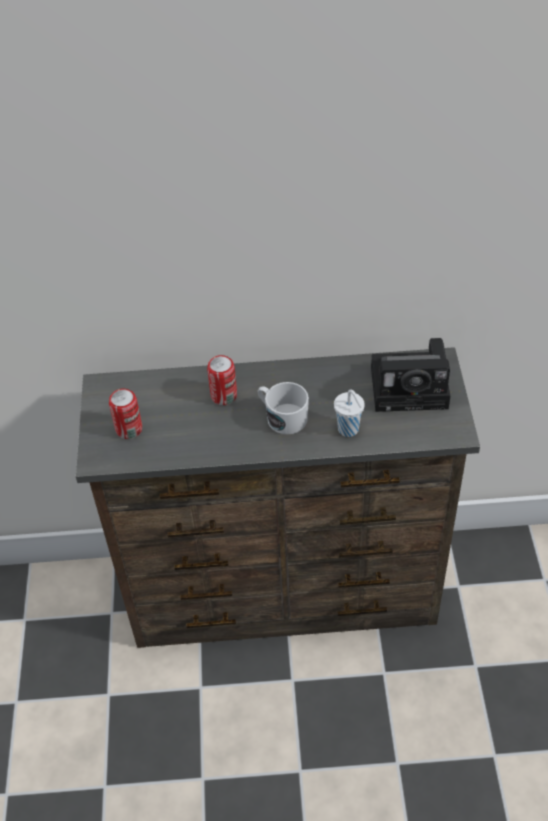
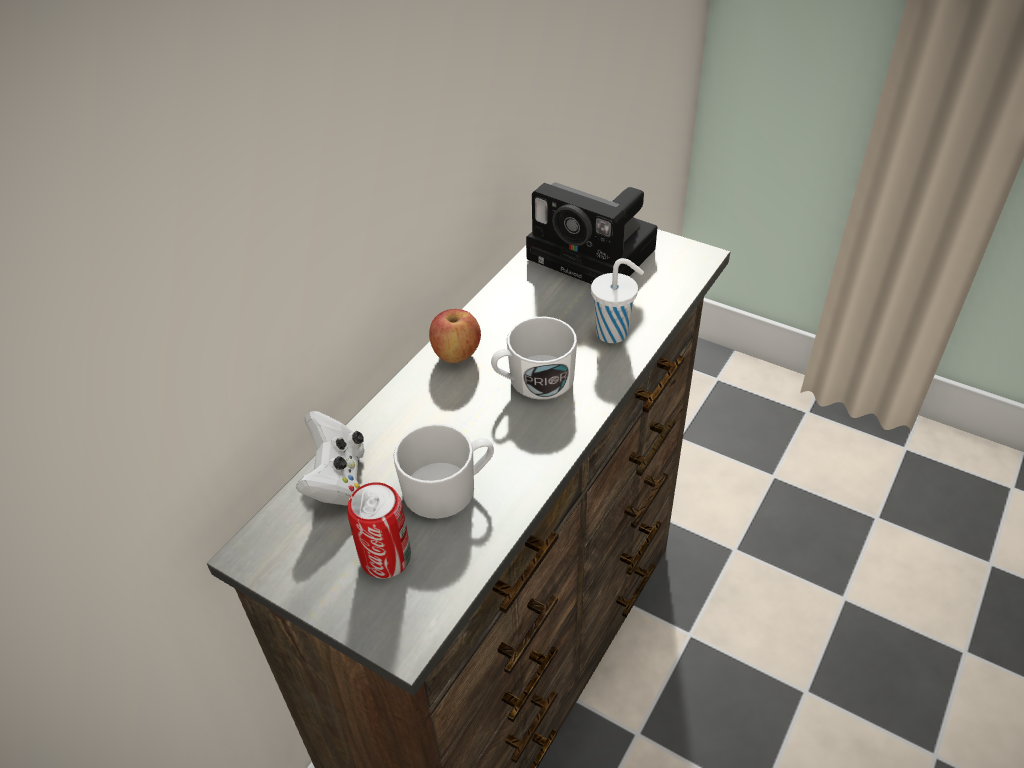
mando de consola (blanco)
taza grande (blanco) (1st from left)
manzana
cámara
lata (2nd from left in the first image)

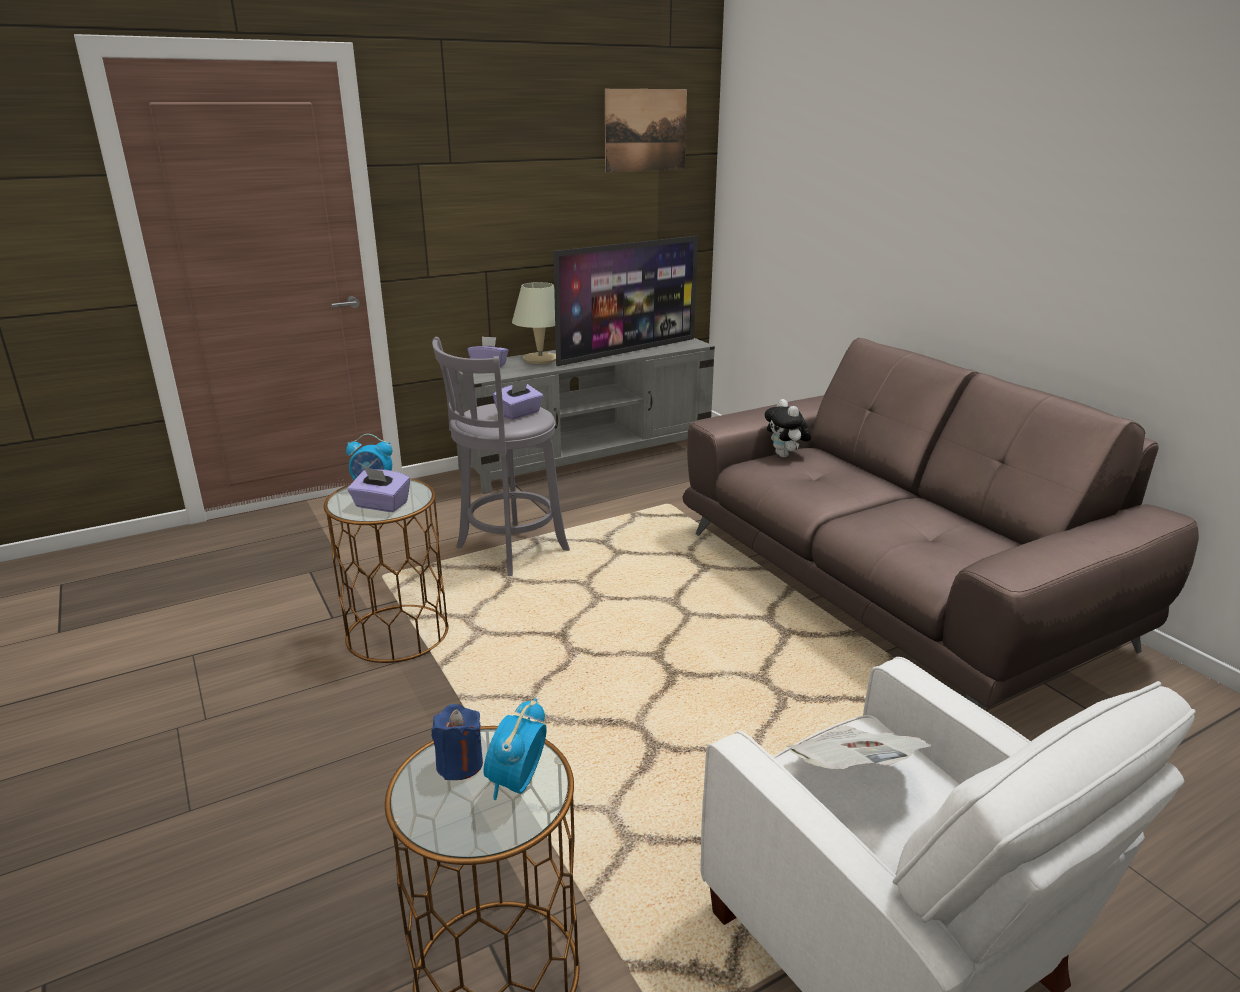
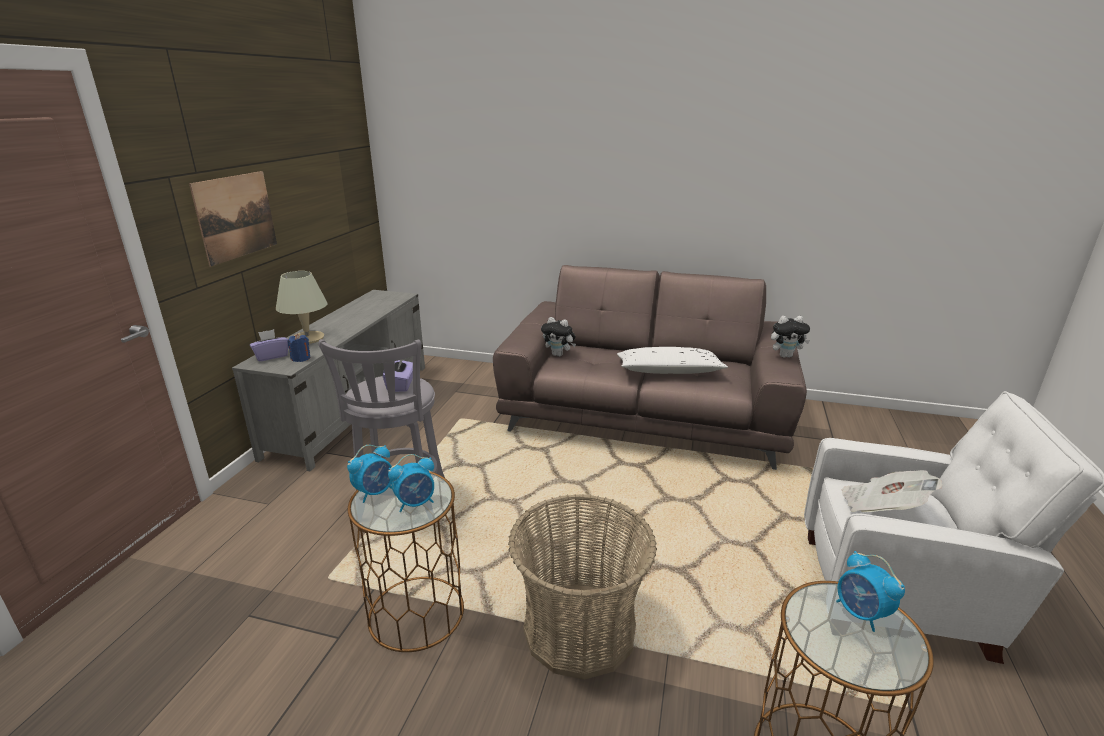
cuadro
vela (azul)
despertador (2nd from left)
cesta
cojín (blanco)
peluche (2nd from left)
televisor

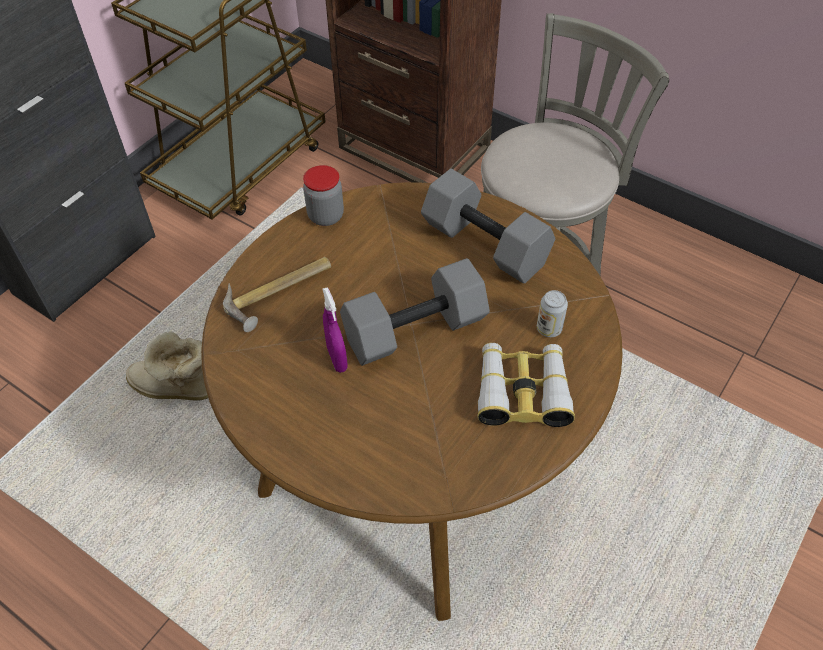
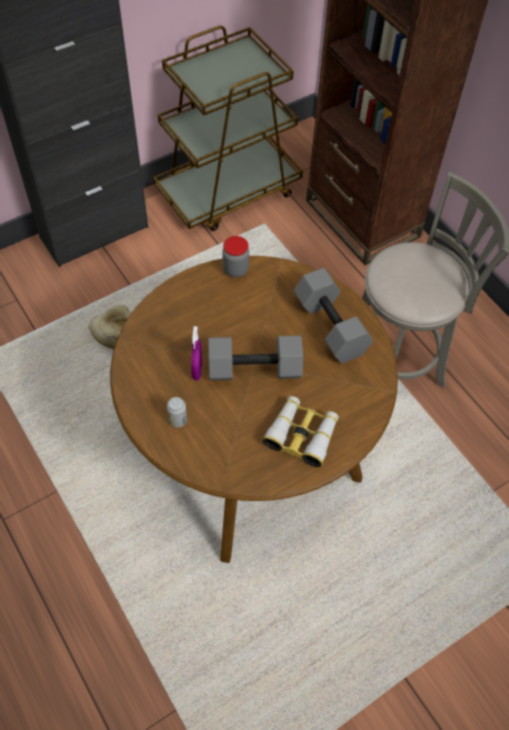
lata
martillo

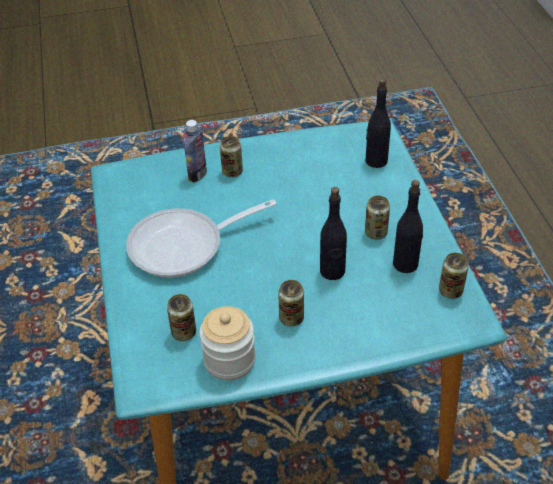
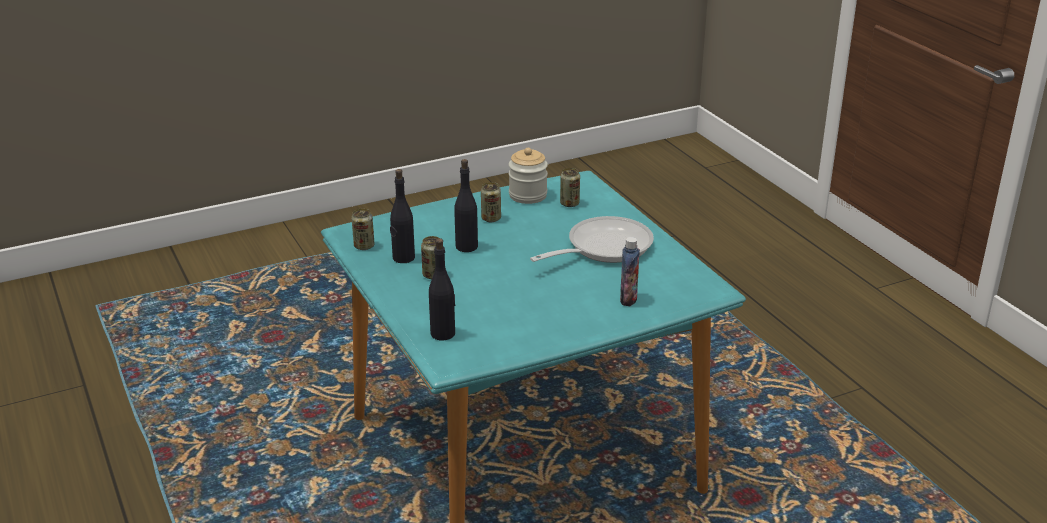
lata (2nd from left in the first image)

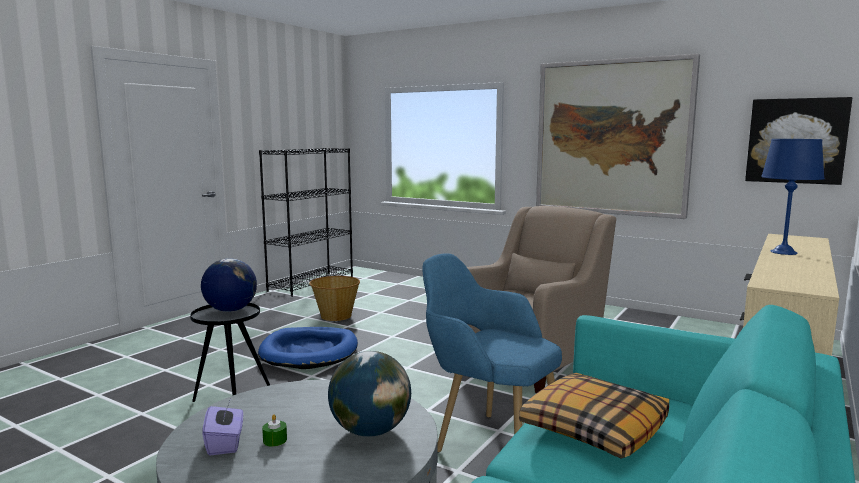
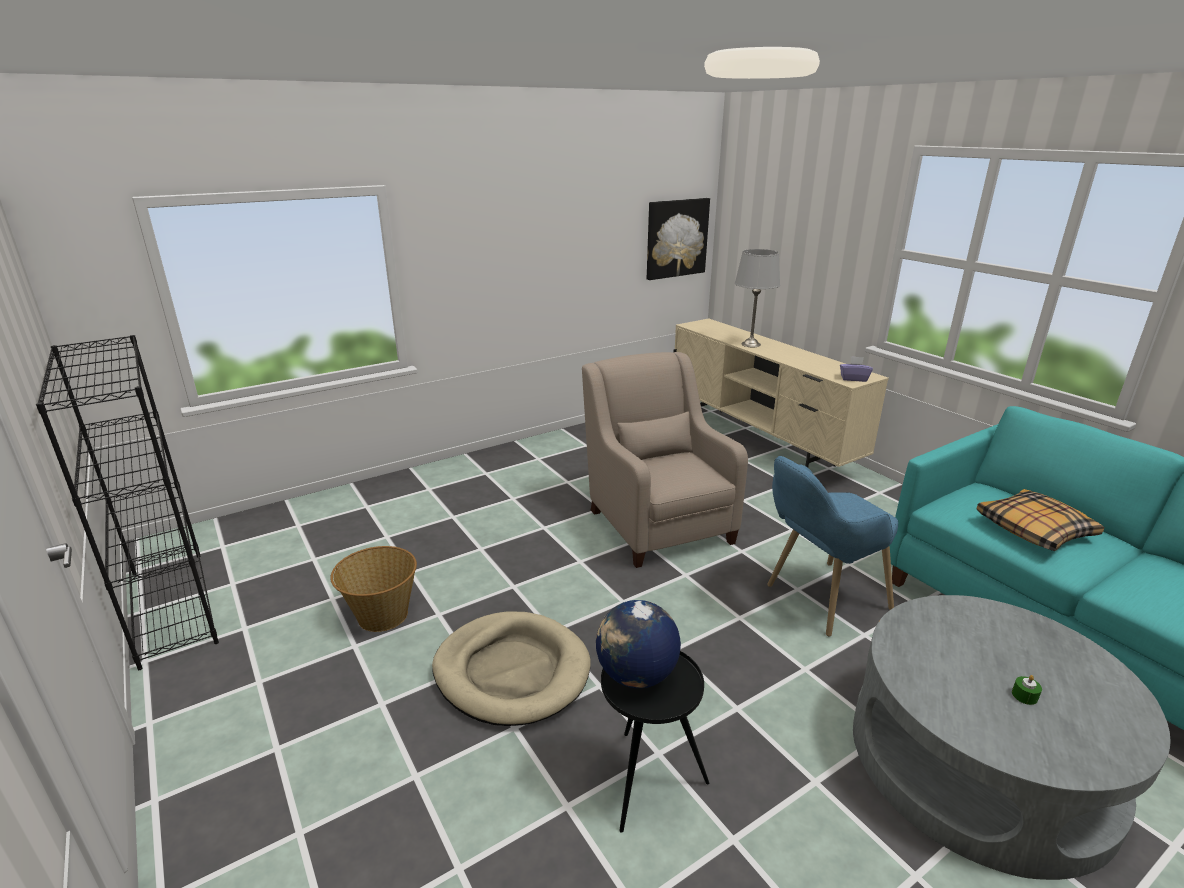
cama para perro (beis)
lámpara de mesa (gris)
caja de pañuelos (morado)
globo terráqueo (2nd from left in the first image)
cuadro (1st from left in the first image)

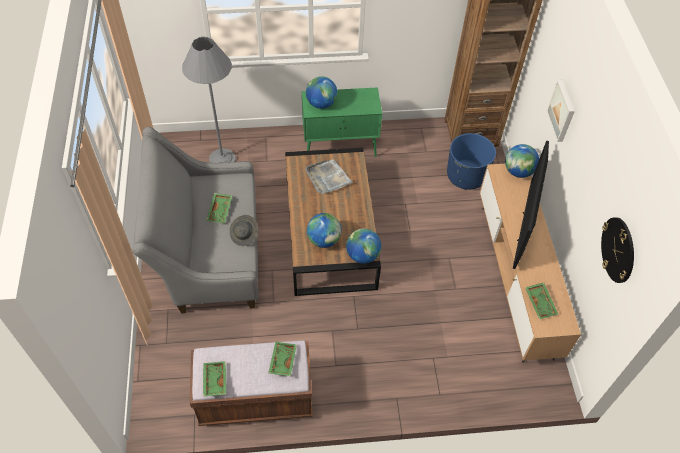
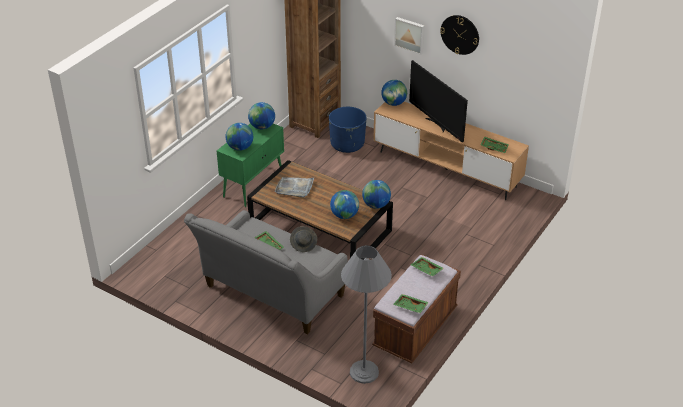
globo terráqueo (2nd from left)
lámpara de pie (gris)
reloj de pared

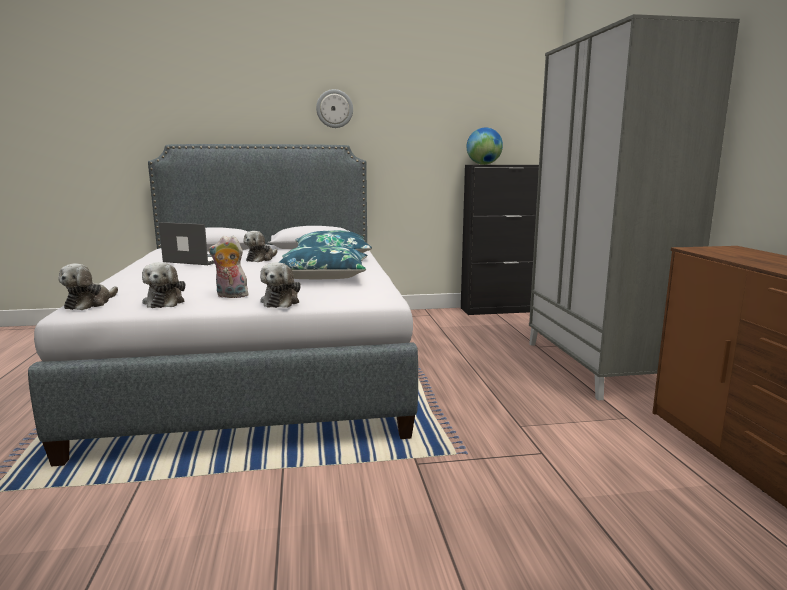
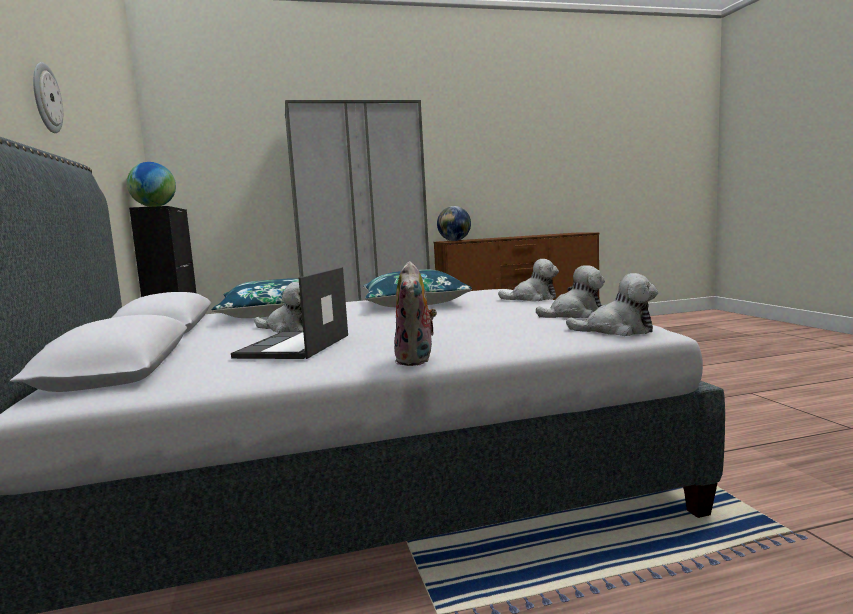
peluche (2nd from left)
globo terráqueo (2nd from left)

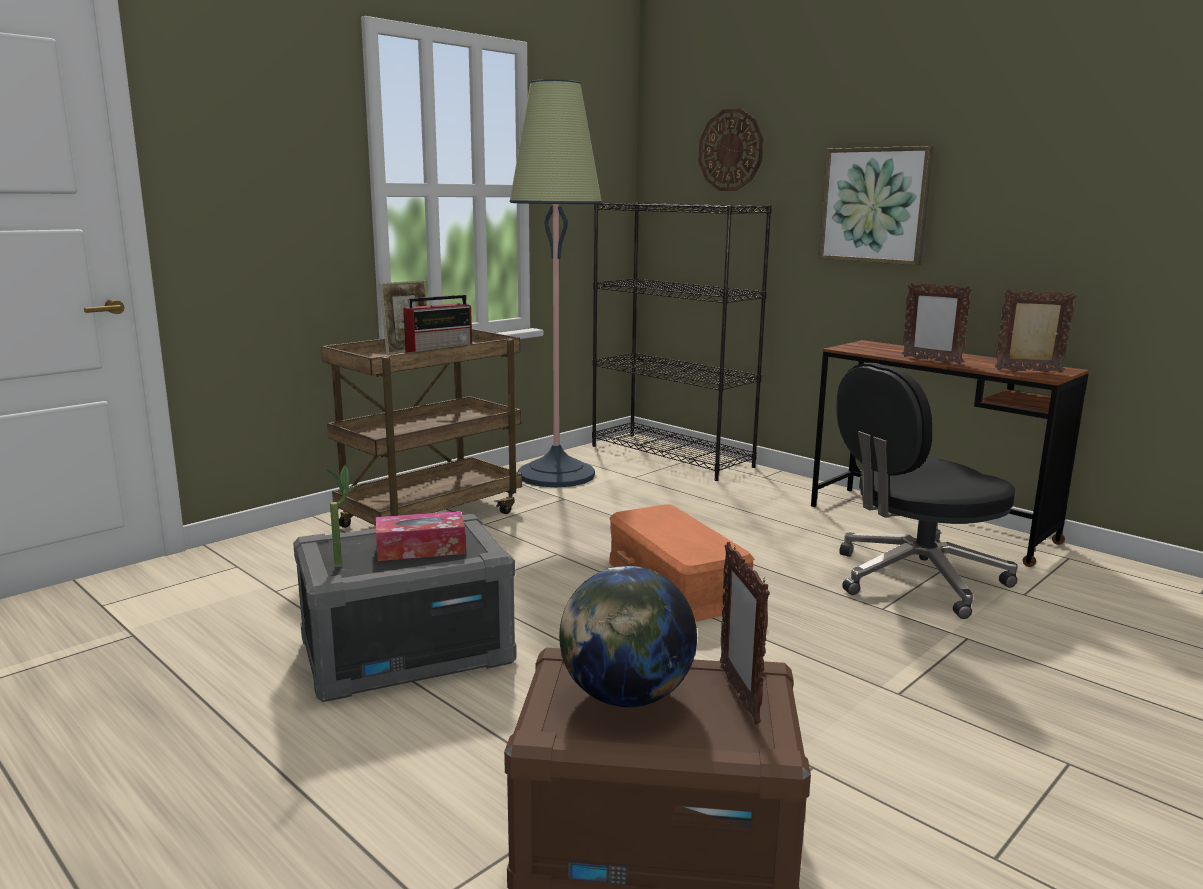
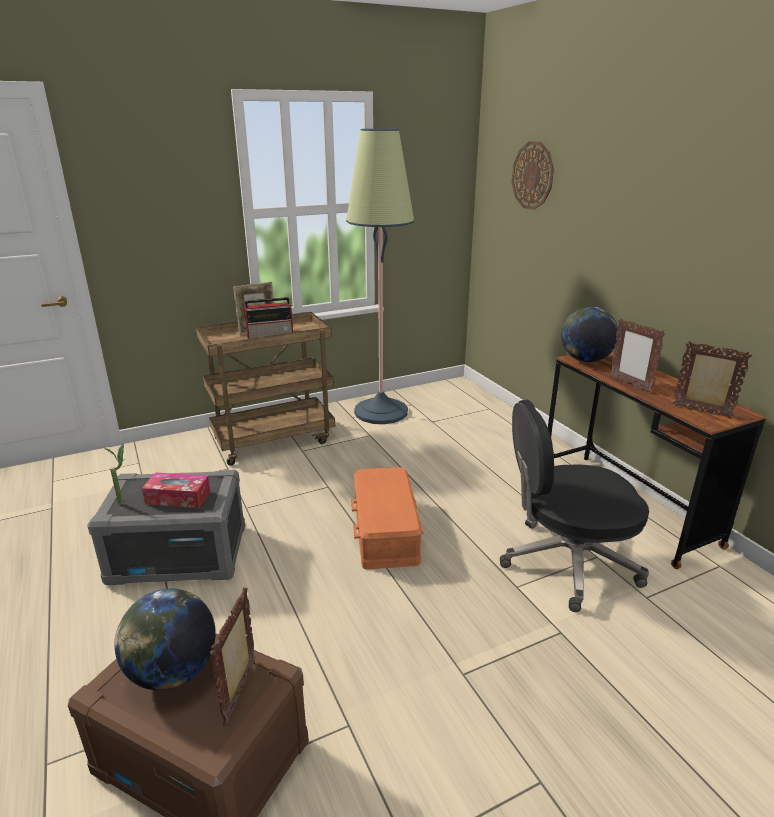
globo terráqueo (2nd from left)
estantería (negro)
cuadro

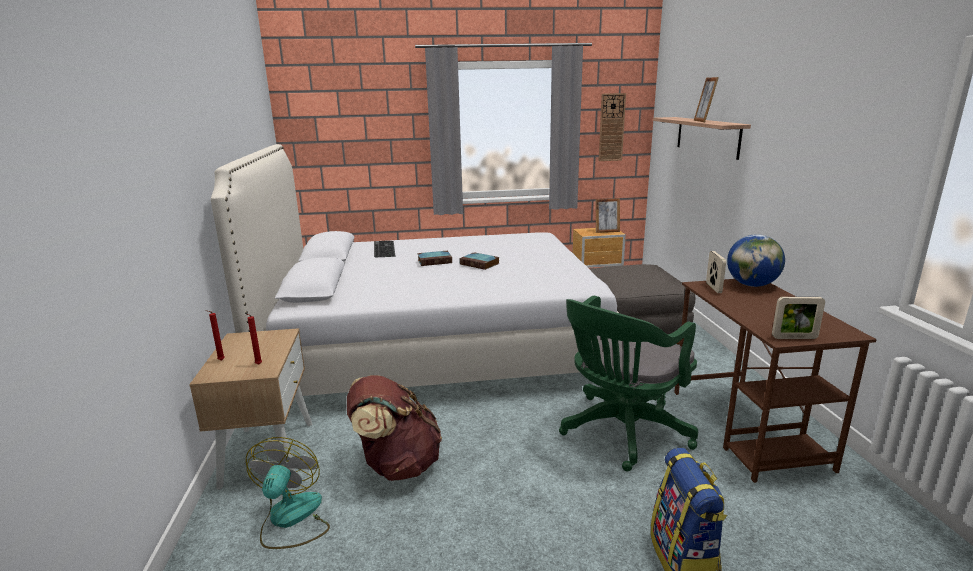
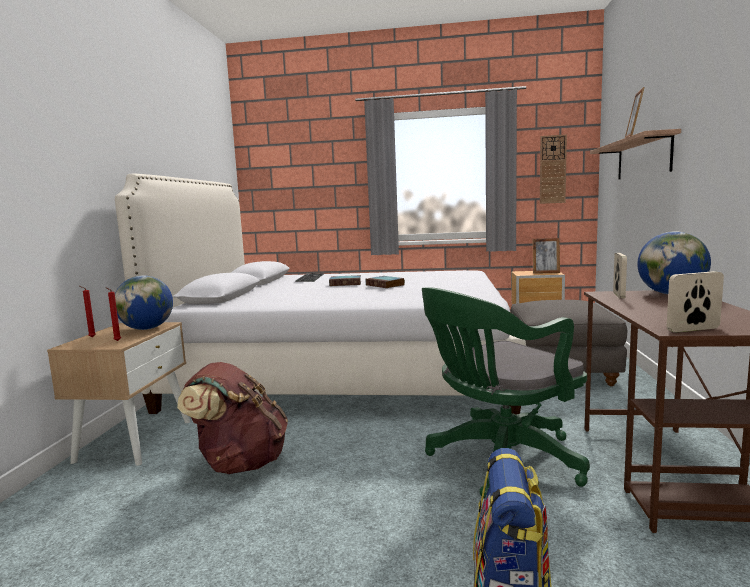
globo terráqueo (1st from left)
portarretratos (4th from left)
ventilador

